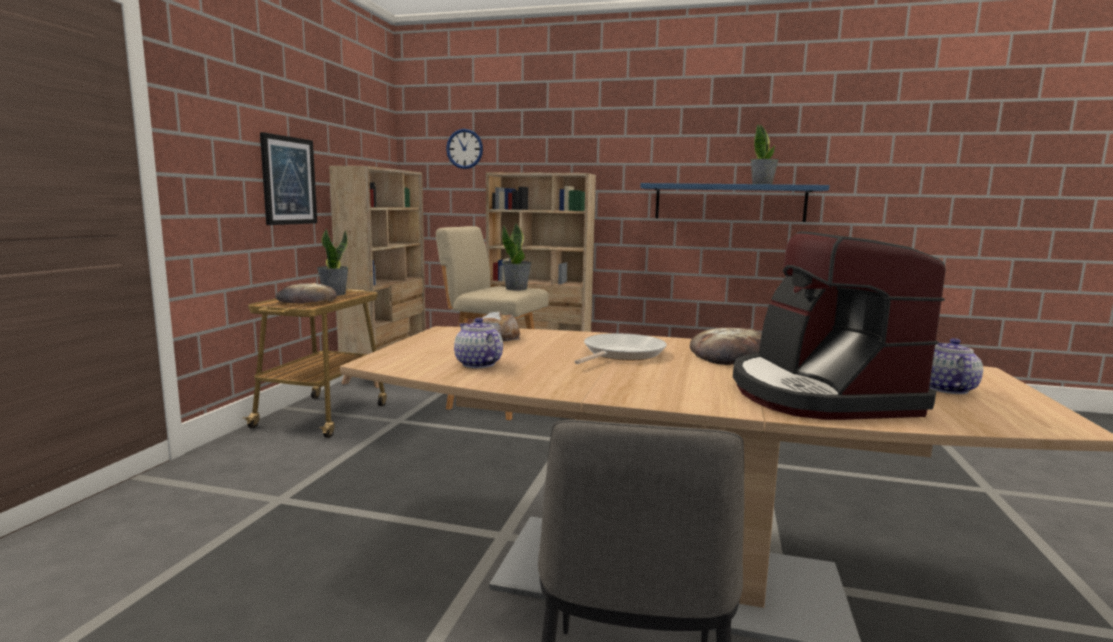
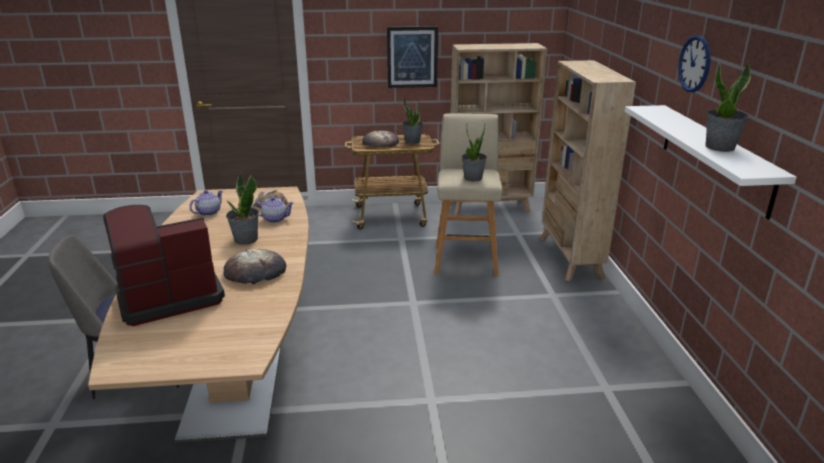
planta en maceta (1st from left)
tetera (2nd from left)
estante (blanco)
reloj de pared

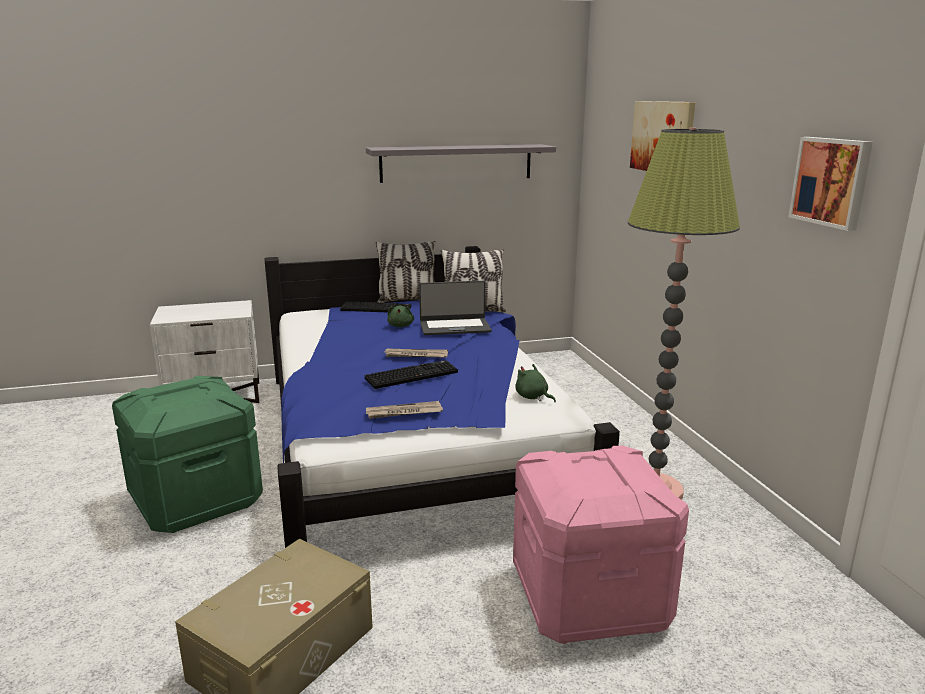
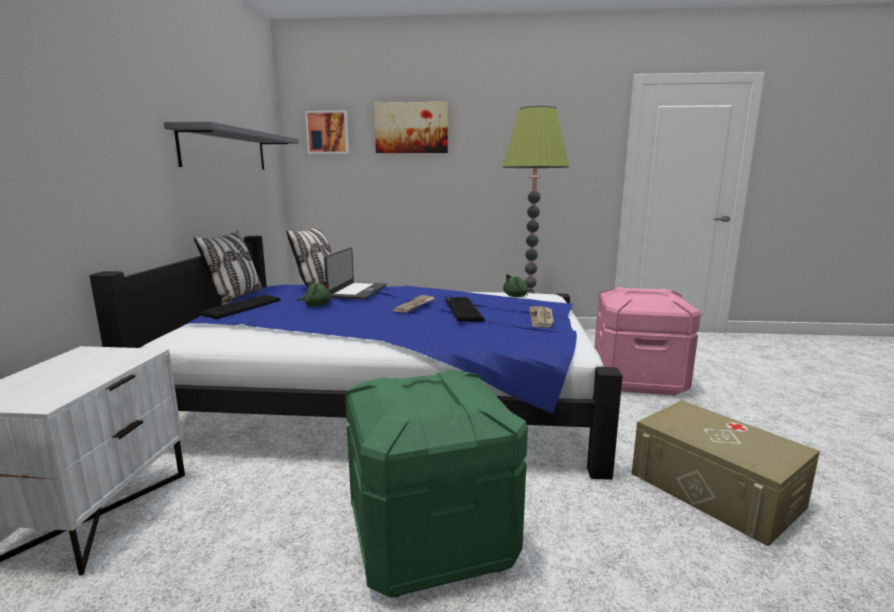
cuadro (1st from left)

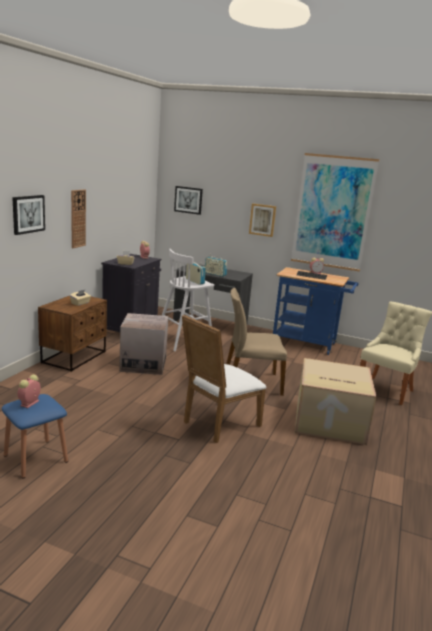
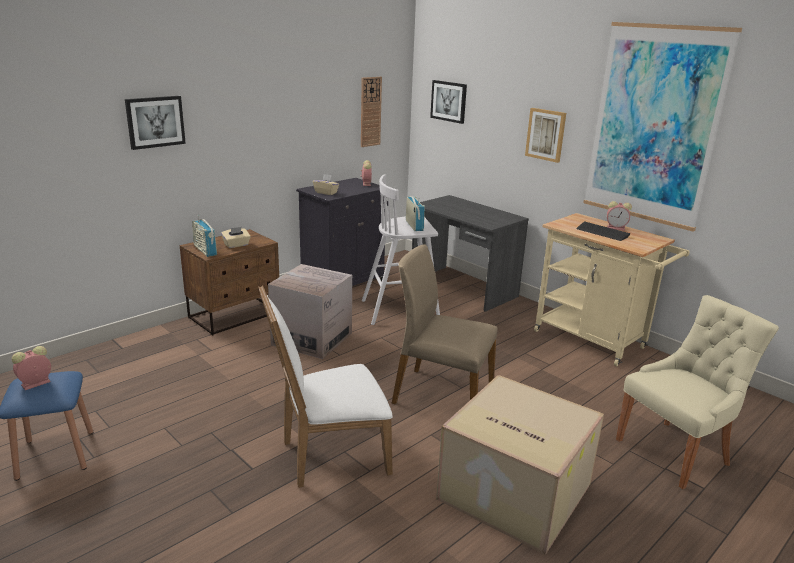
radio (1st from left)
reloj de pared
carrito (beis)

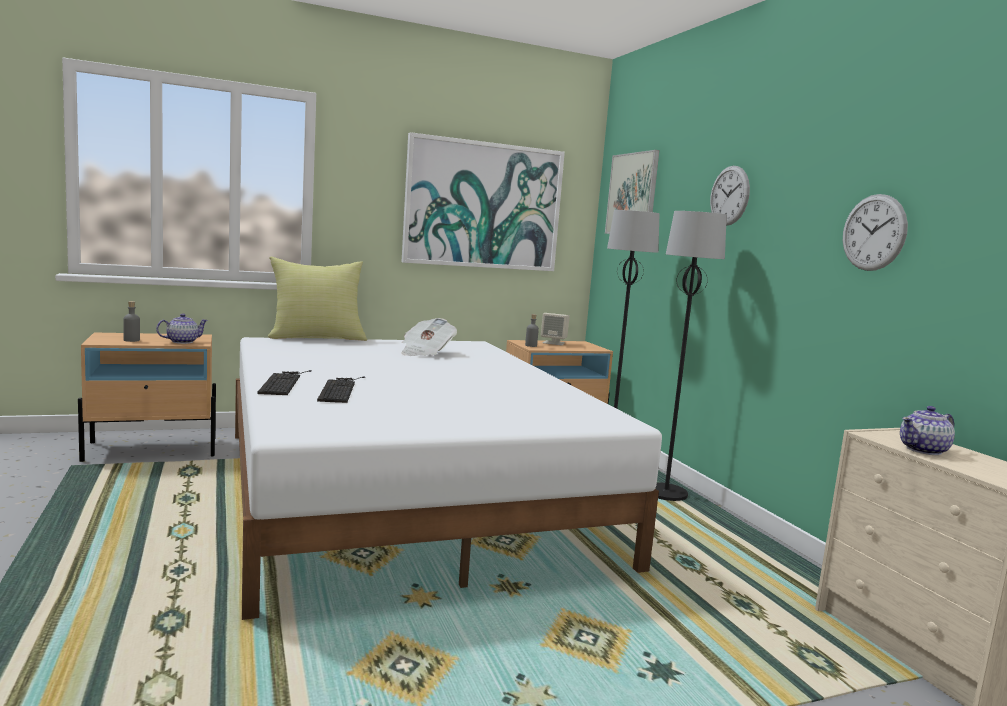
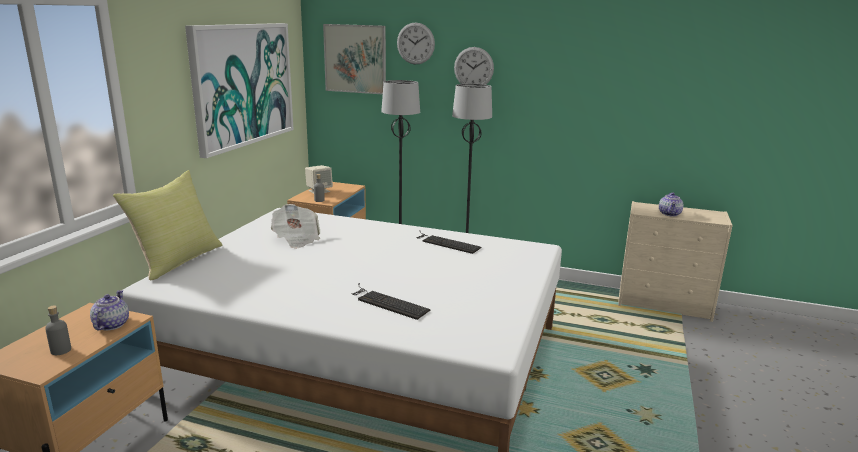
reloj de pared (1st from left)
teclado (2nd from left)

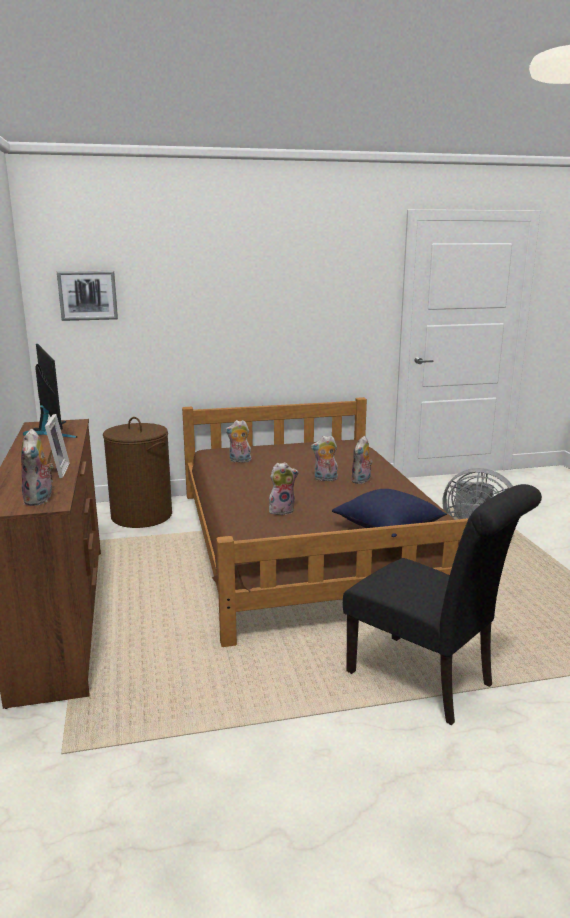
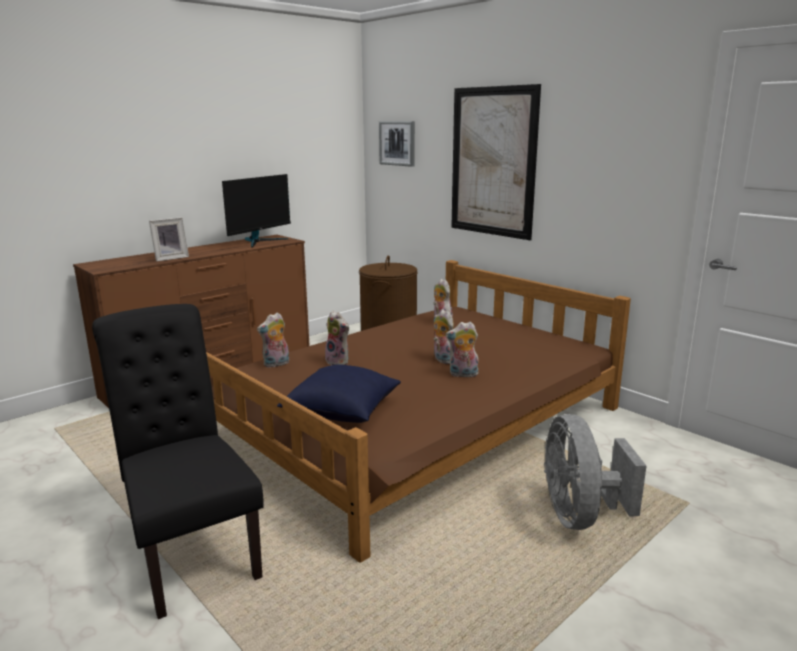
silla (negro)
peluche (1st from left)
cuadro (2nd from left)

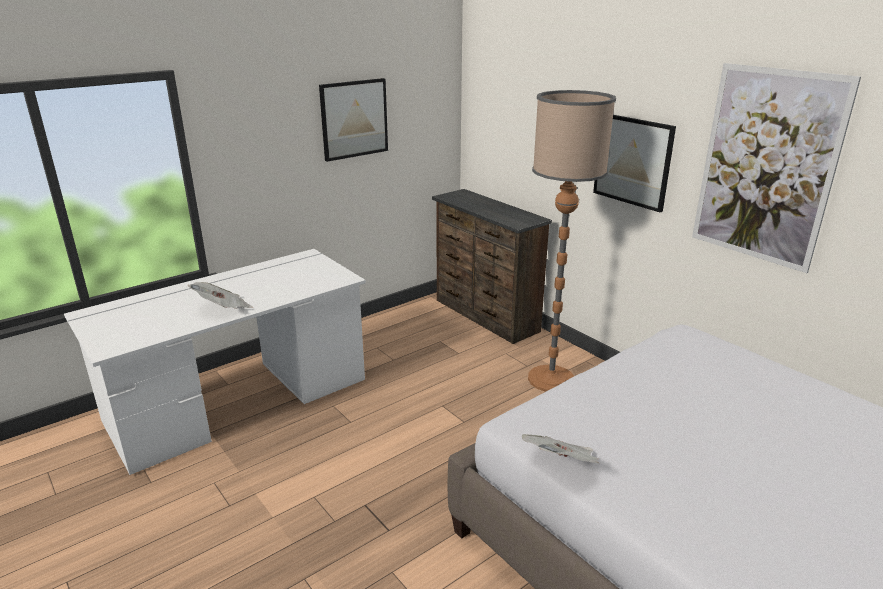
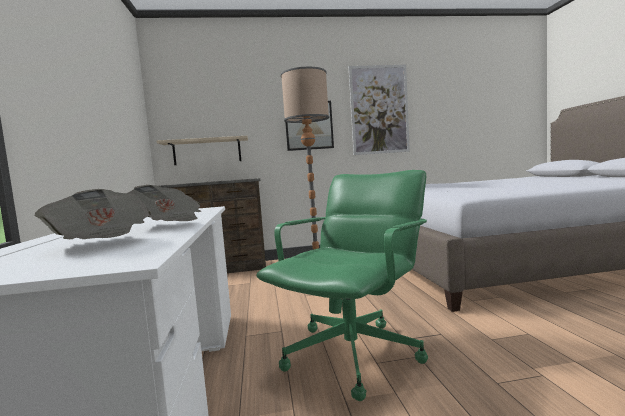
periódico (1st from left)
estante (beis)
silla de oficina (verde)
cuadro (1st from left in the first image)

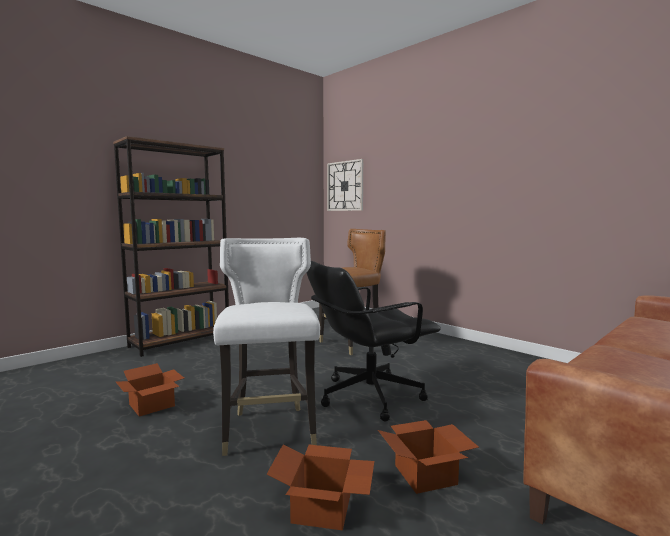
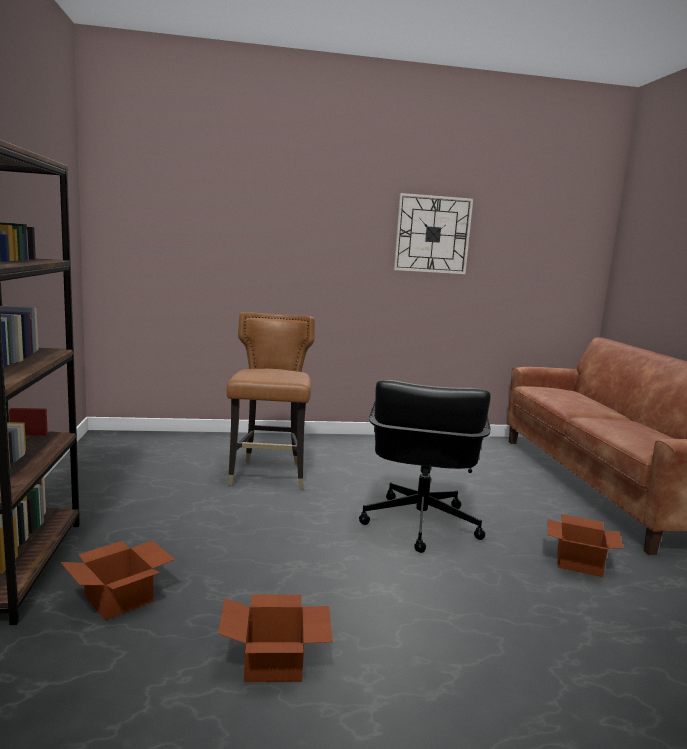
caja de cartón (1st from left)
reloj de pared
silla (blanco)

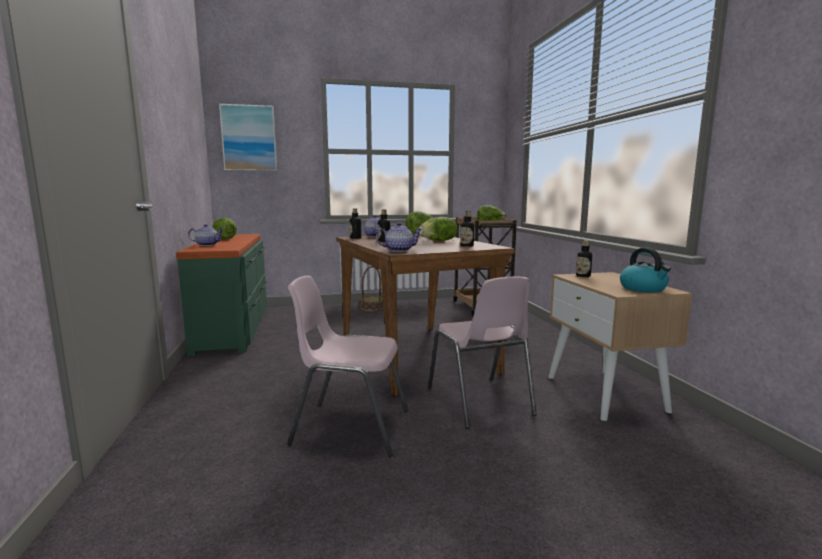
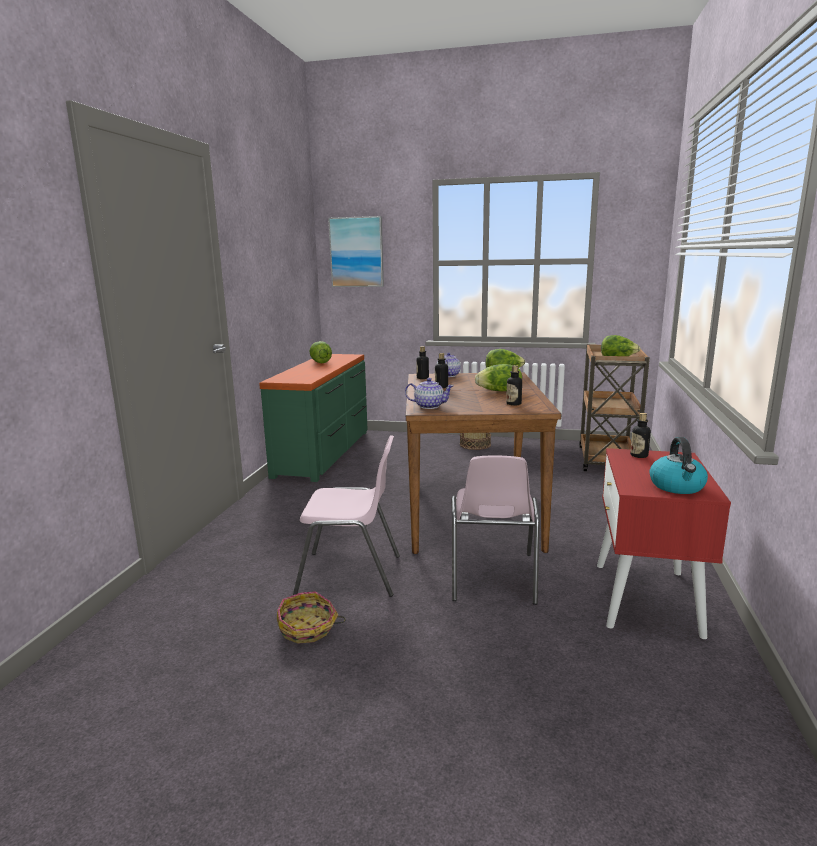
cesta (1st from left)
silla (rosa) (1st from left)
mesita de noche (rojo)
tetera (1st from left in the first image)

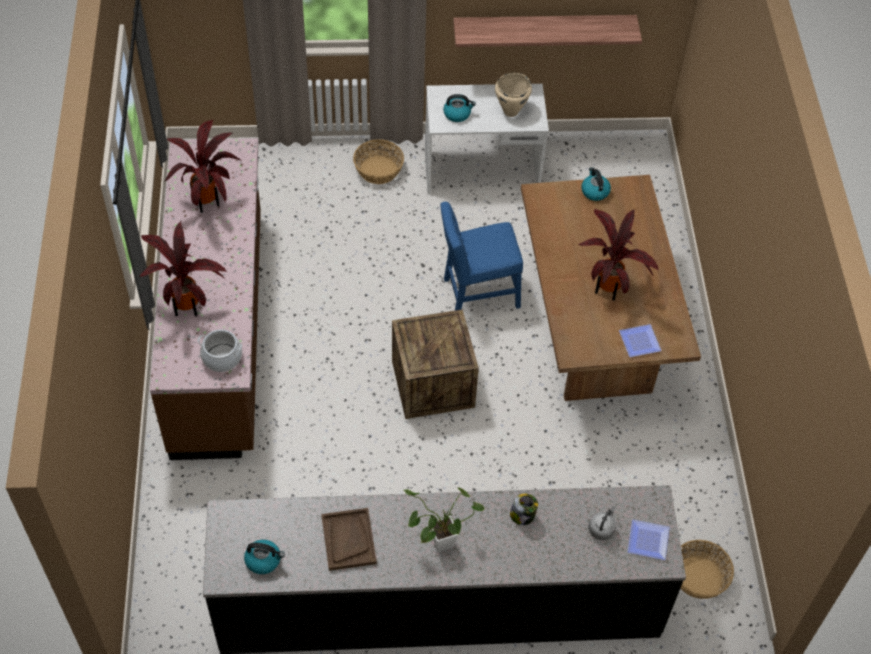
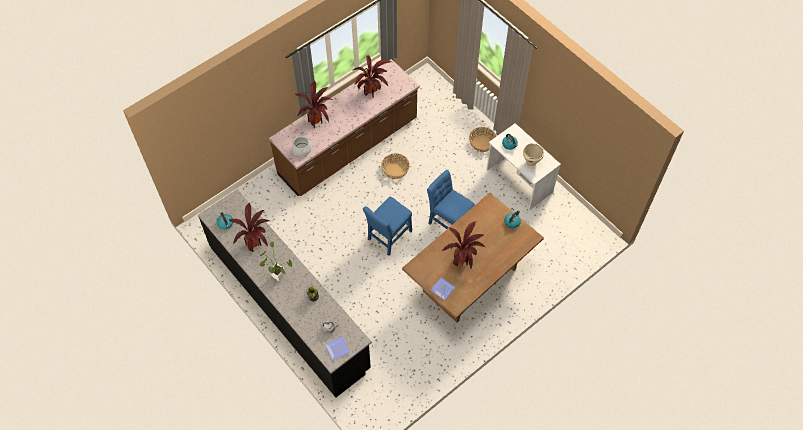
planta en maceta (1st from left)
silla (azul) (1st from left)
cesta (1st from left)
estante

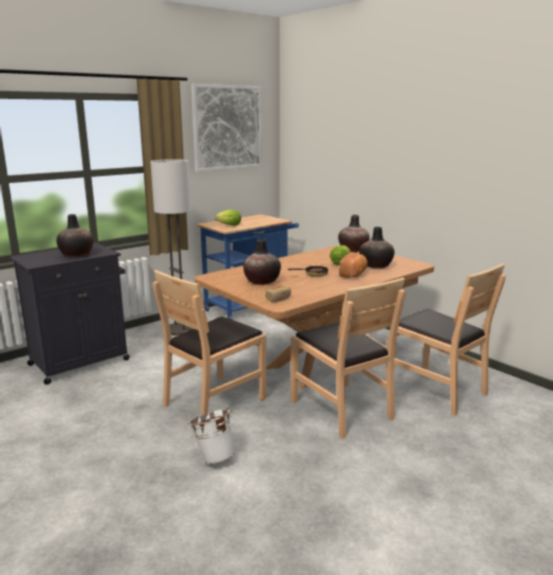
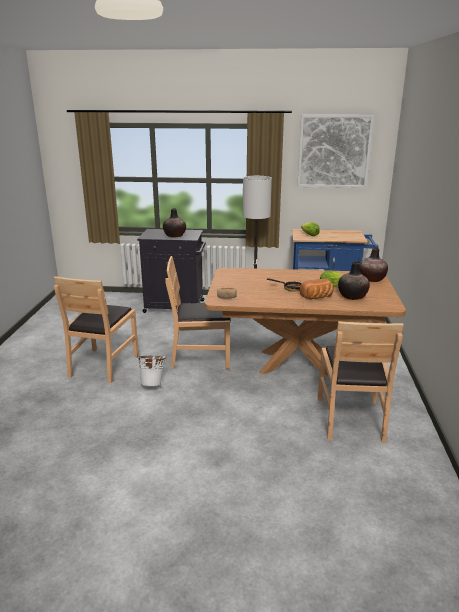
silla (marrón) (1st from left)
florero (2nd from left in the first image)

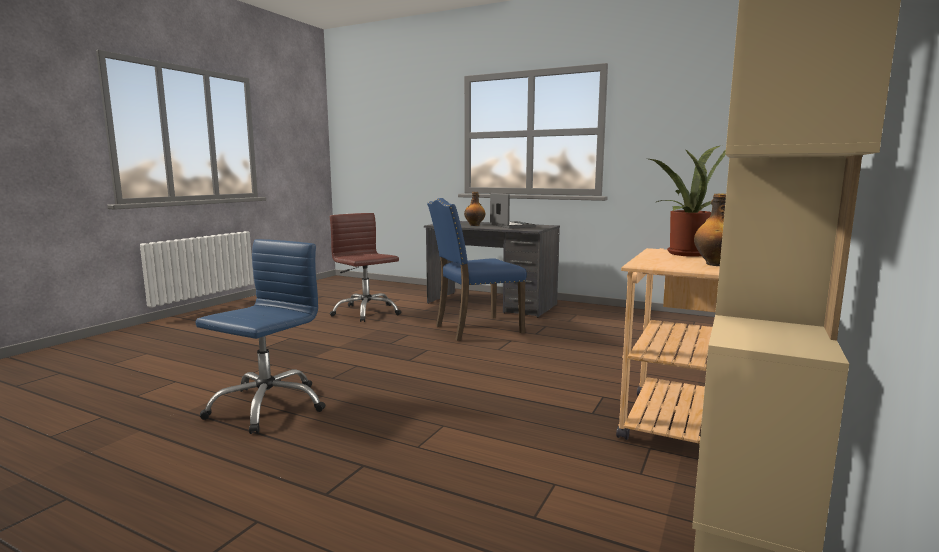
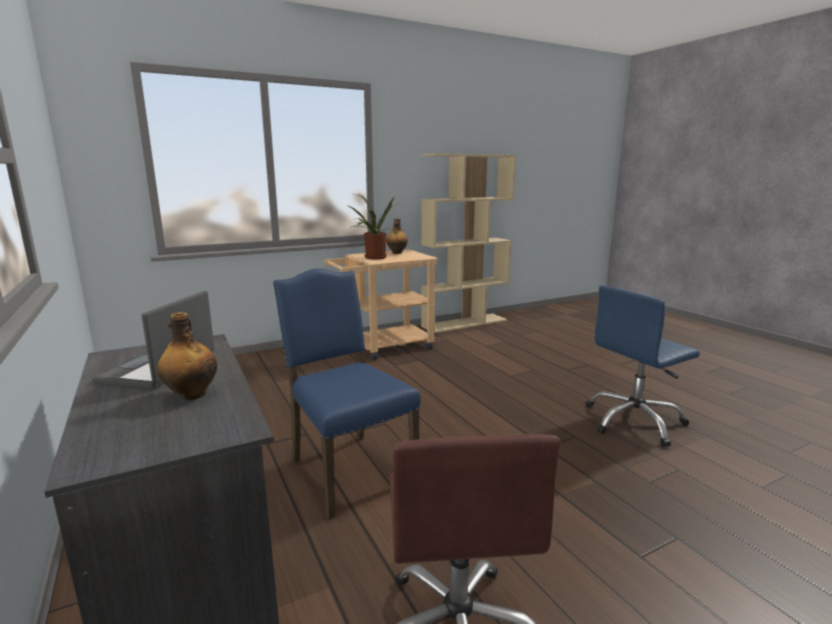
silla (azul)

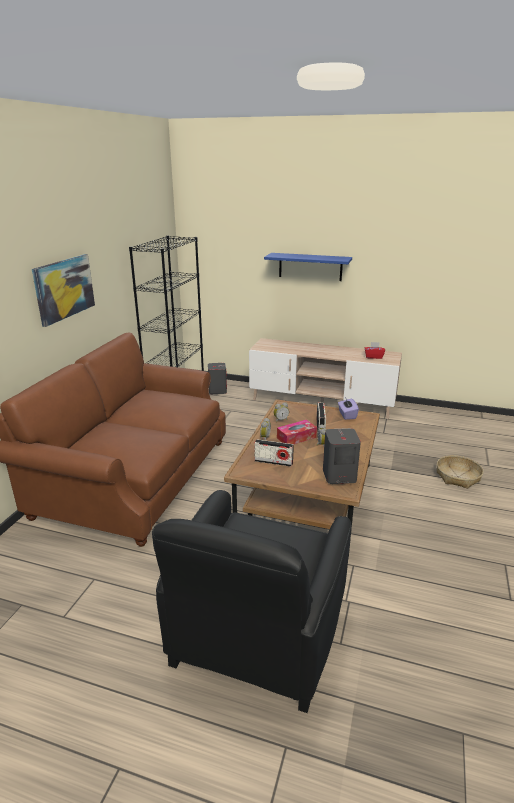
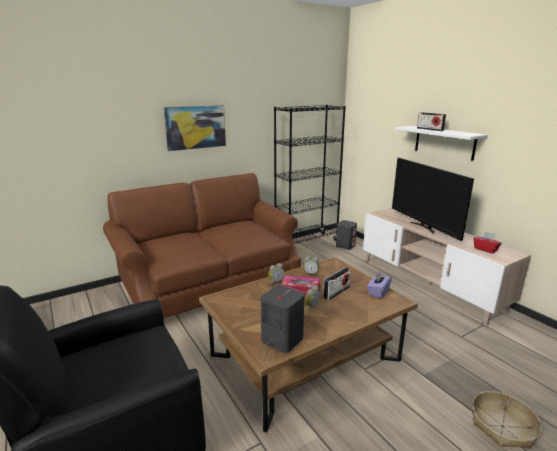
televisor
estante (blanco)
radio (2nd from left)

